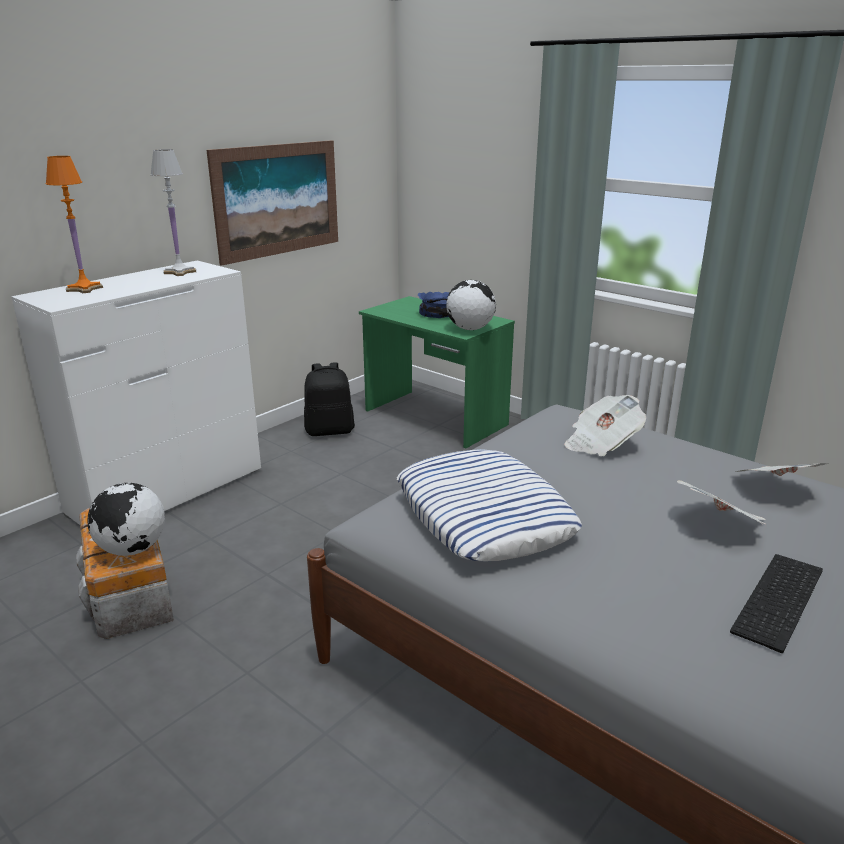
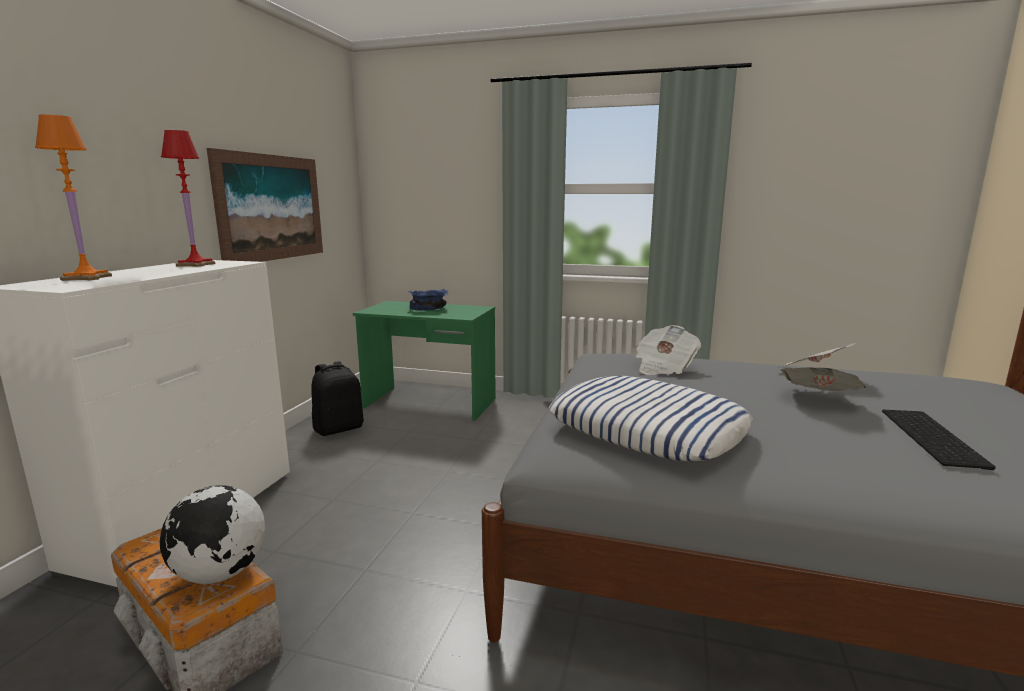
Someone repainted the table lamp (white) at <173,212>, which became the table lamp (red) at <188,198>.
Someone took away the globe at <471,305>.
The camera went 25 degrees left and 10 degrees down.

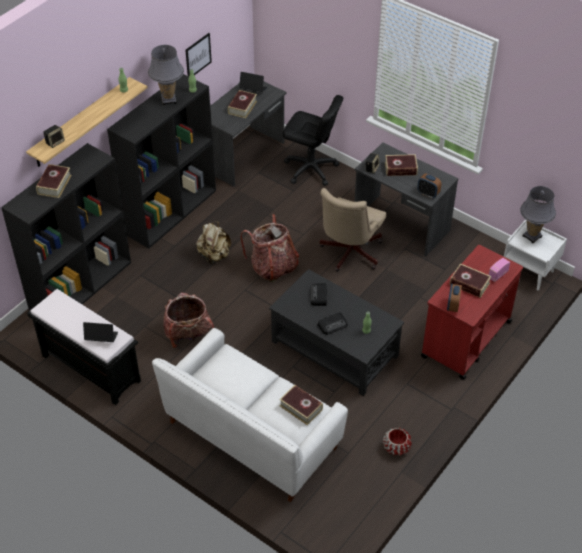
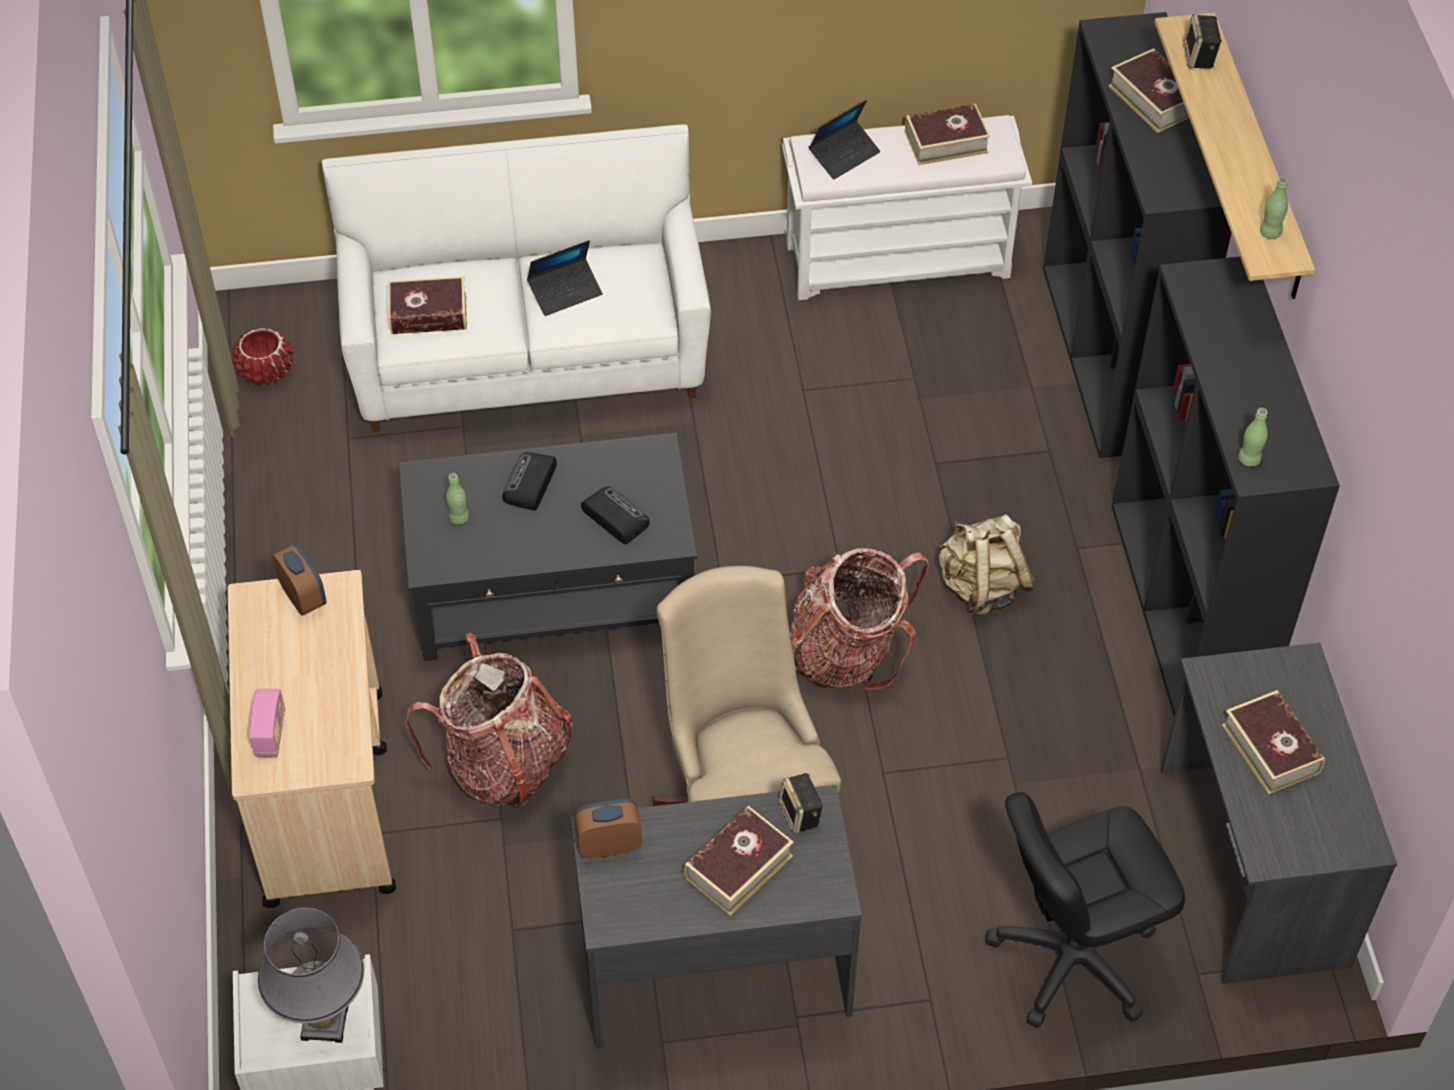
Someone took away the picture at <198,54>.
Someone took away the table lamp (grey) at <166,75>.
Someone carried the laptop from <253,82> to <565,278>.
Someone repainted the cart (red) at <472,312>, which became the cart (beige) at <312,739>.
Someone carried the book from <470,280> to <947,134>.
Someone repainted the bench (black) at <84,347>, which became the bench (white) at <907,207>.
Someone carried the backpack from <188,320> to <489,720>.
Someone carried the planter (red) from <397,441> to <263,356>.
The camera went 135 degrees right and 5 degrees up.

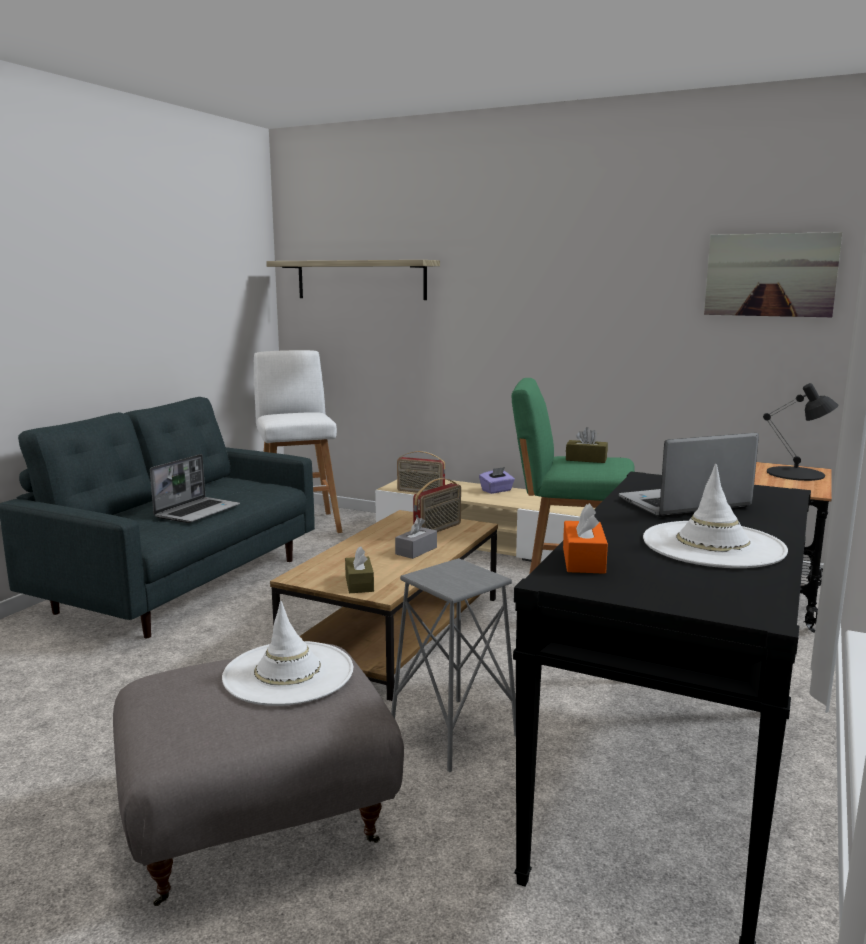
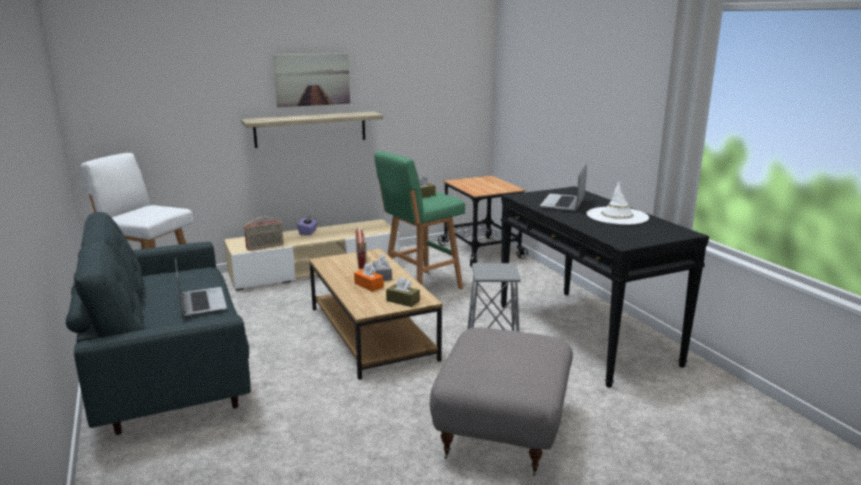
Someone carried the picture from <773,274> to <311,80>.
Someone carried the shelf from <353,280> to <312,129>.
Someone took away the table lamp (black) at <801,432>.
Someone carried the tissue box (orange) from <585,538> to <369,277>.
Someone took away the hat (white) at <288,653>.
The camera went 50 degrees left and 5 degrees up.

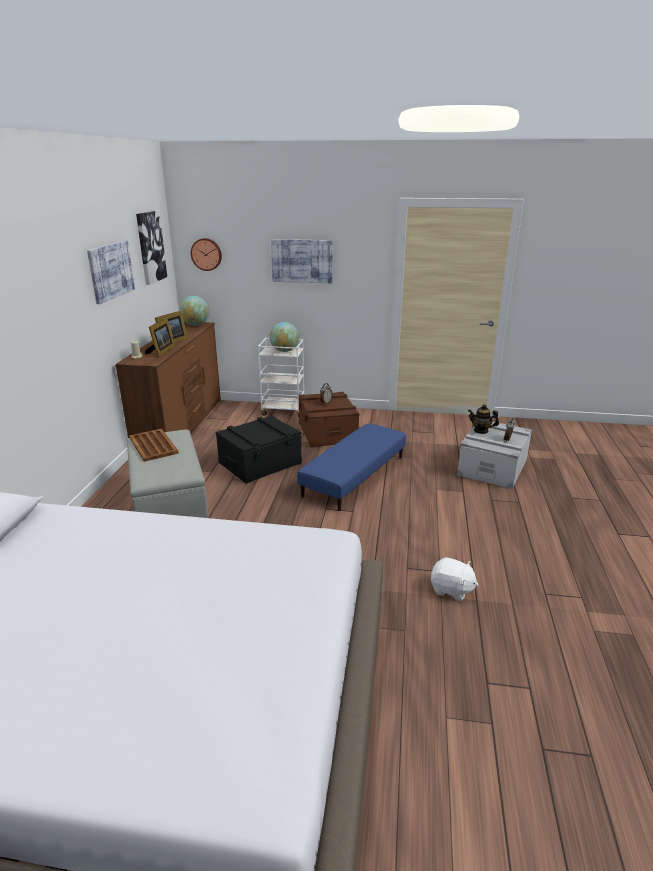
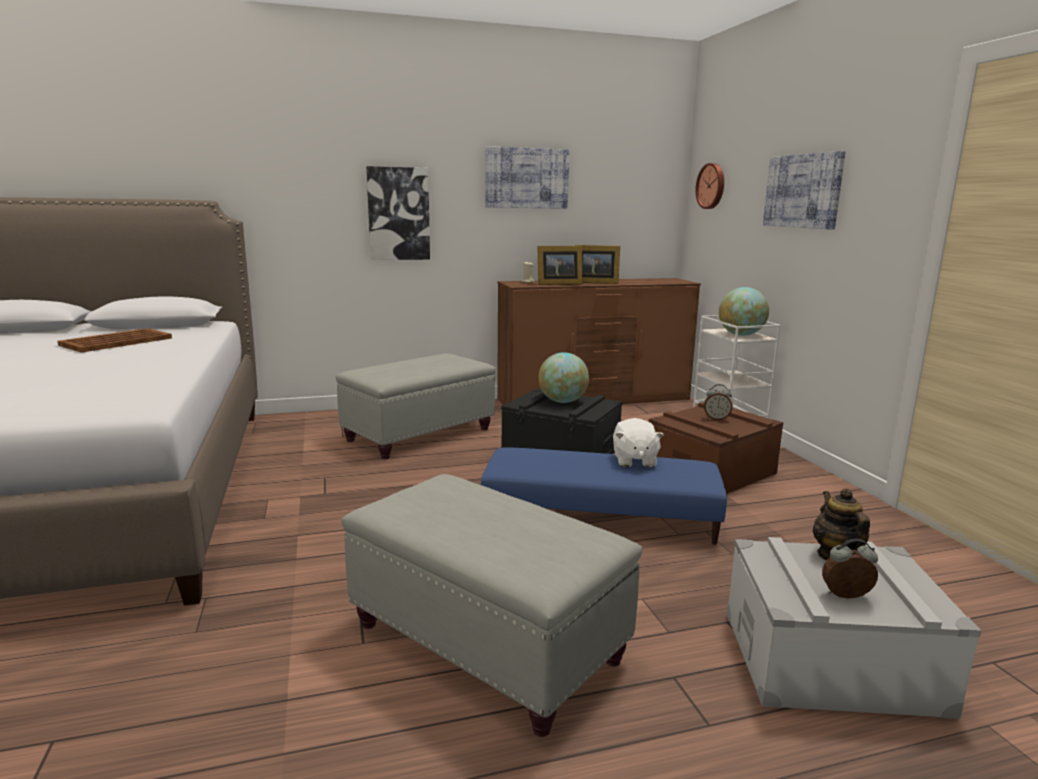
Someone carried the picture from <151,248> to <398,213>.
Someone carried the globe from <195,311> to <563,377>.
Someone carried the tray (brown) from <154,445> to <114,340>.
Someone carried the plush toy (white) from <455,579> to <638,443>.
Someone put down the ottoman (grey) at <491,605>.
The camera went 65 degrees right and 10 degrees down.

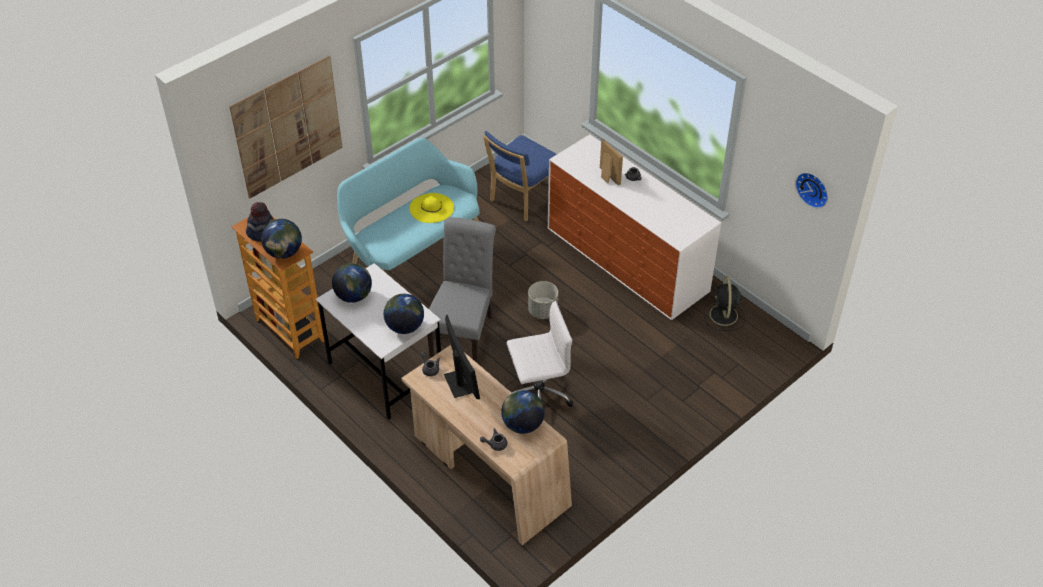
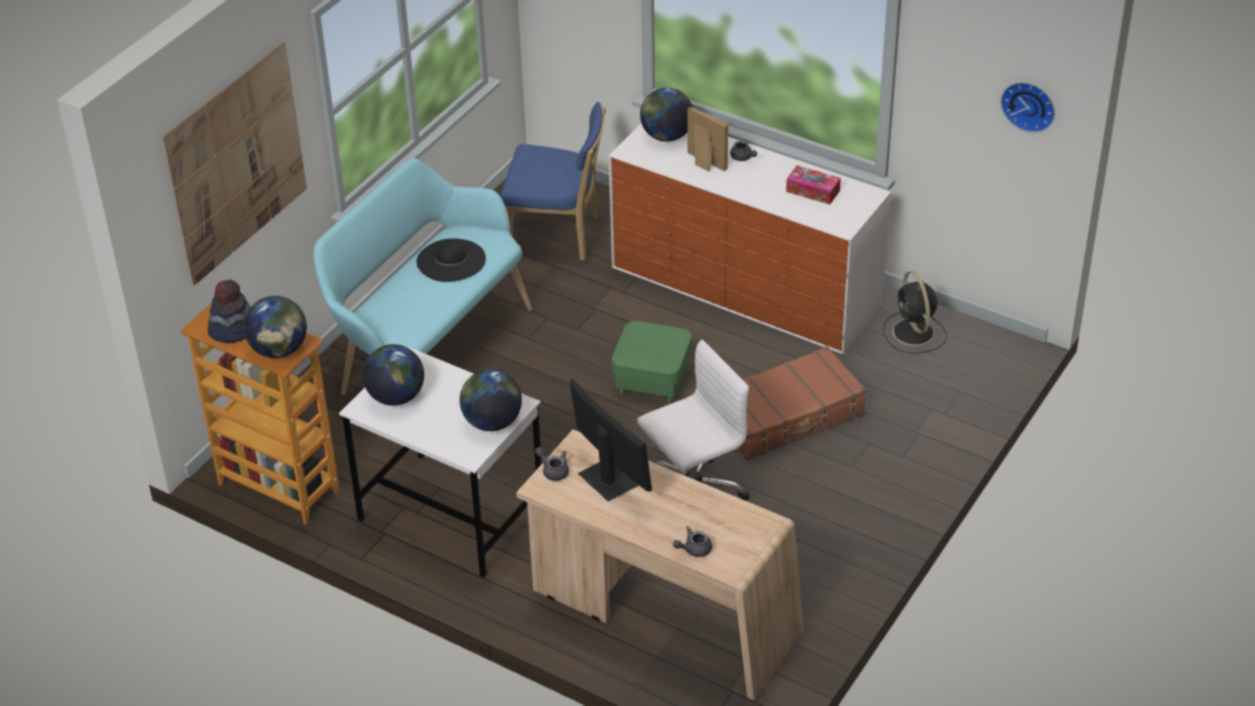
Someone rotated the chair (blue) at <520,176> by 105 degrees counterclockwise.
Someone repainted the hat (yellow) at <431,208>, which became the hat (black) at <451,260>.
Someone took away the chair (grey) at <461,290>.
Someone swapped the planter (grey) at <543,300> for the ottoman (green) at <652,362>.
Someone carried the globe from <523,412> to <666,115>.
Someone put down the tissue box at <813,185>.
Someone put down the suitcase (brown) at <801,403>.
The camera went 15 degrees left and 5 degrees down.

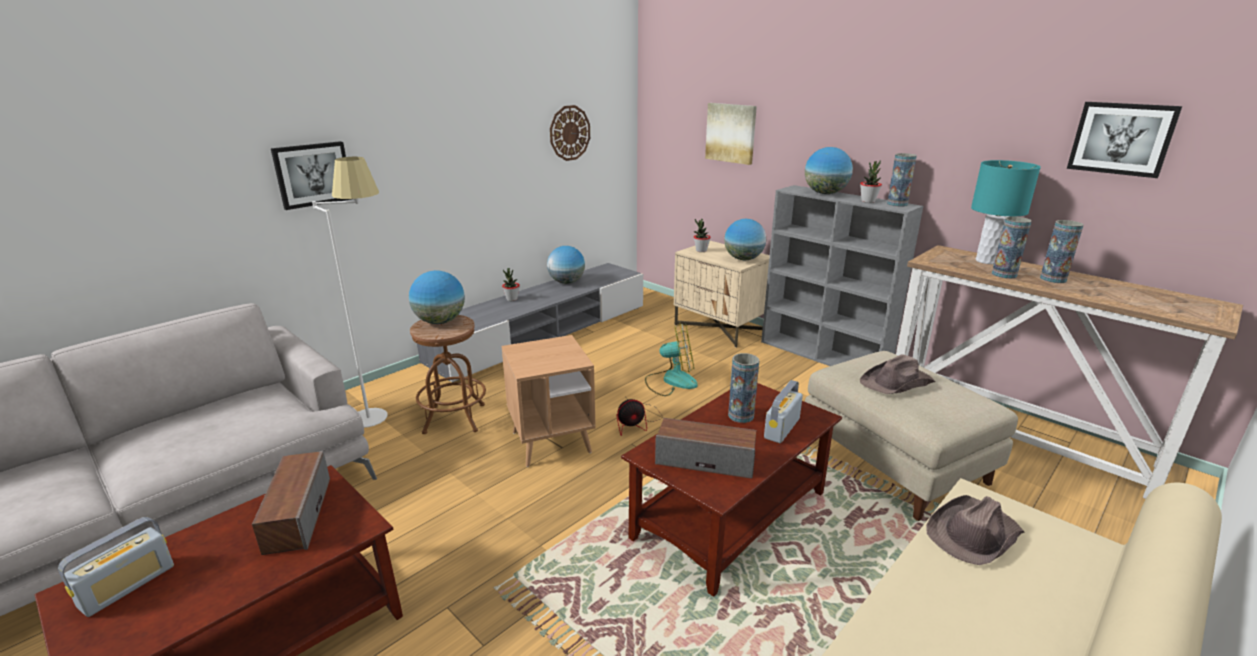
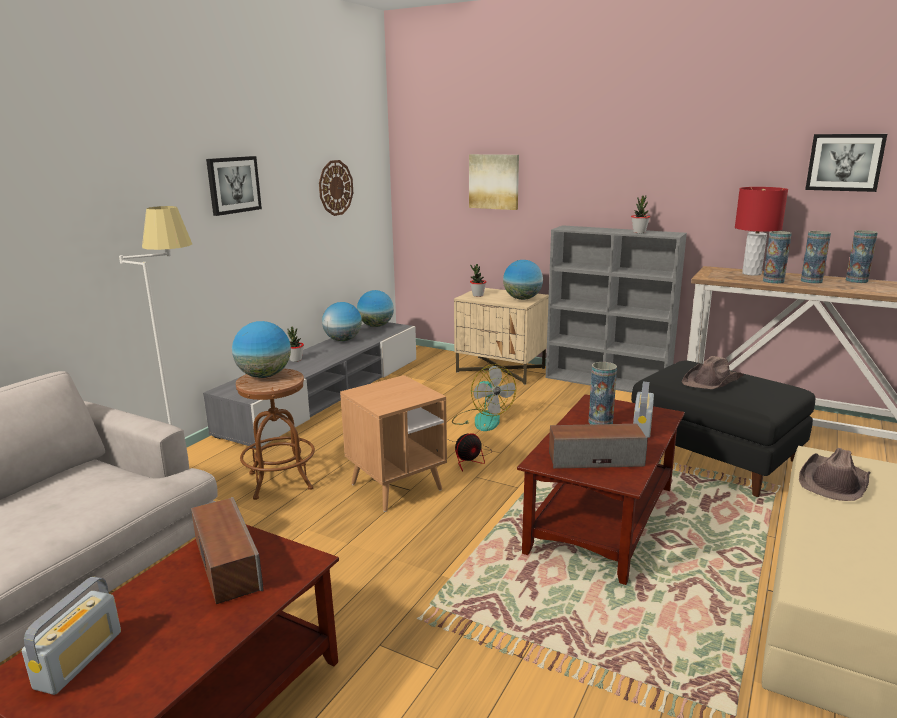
Someone carried the picture from <311,175> to <234,186>.
Someone carried the globe from <829,170> to <375,308>.
Someone carried the vase from <902,180> to <862,256>.
Someone repainted the table lamp (turquoise) at <1006,212>, which became the table lamp (red) at <761,231>.
Someone rotated the fan at <671,360> by 75 degrees clockwise.
Someone repainted the ottoman (beige) at <911,436>, which became the ottoman (black) at <723,428>.
The camera went 15 degrees left and 5 degrees down.

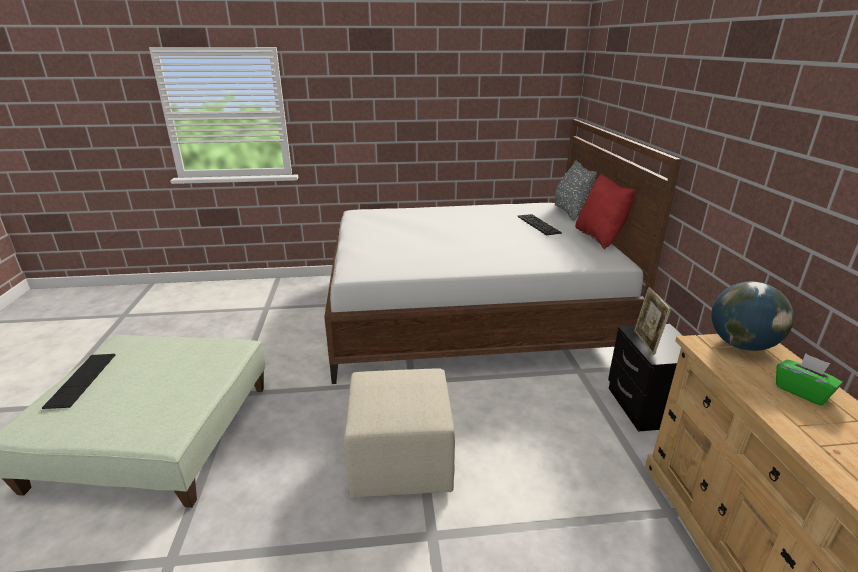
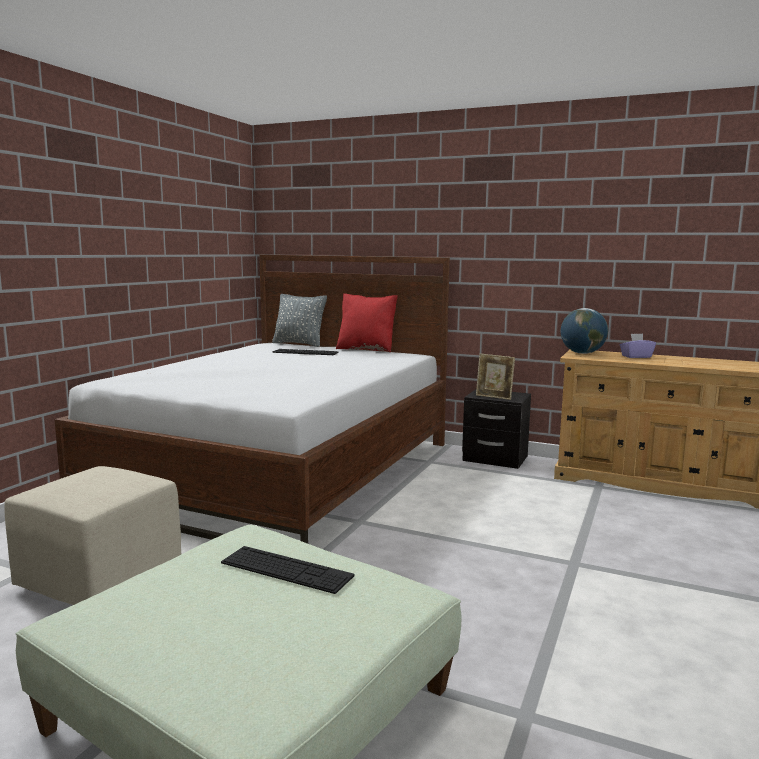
Someone repainted the tissue box (green) at <809,379>, which became the tissue box (purple) at <638,346>.
Someone carried the keyboard from <78,381> to <287,570>.
Someone carried the ottoman (beige) from <399,433> to <92,535>.
The camera went 60 degrees left and 15 degrees down.

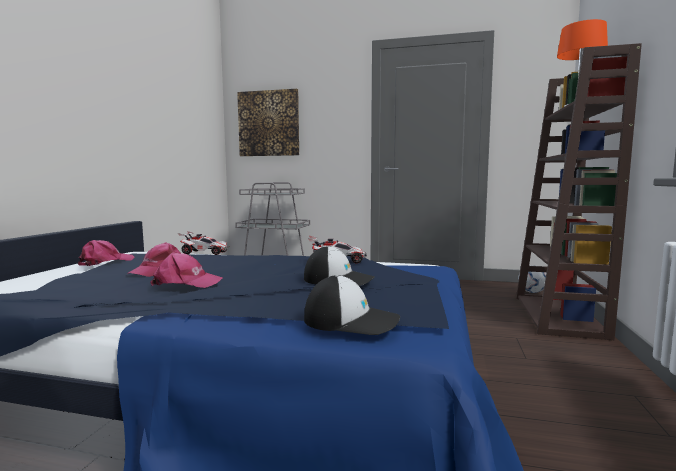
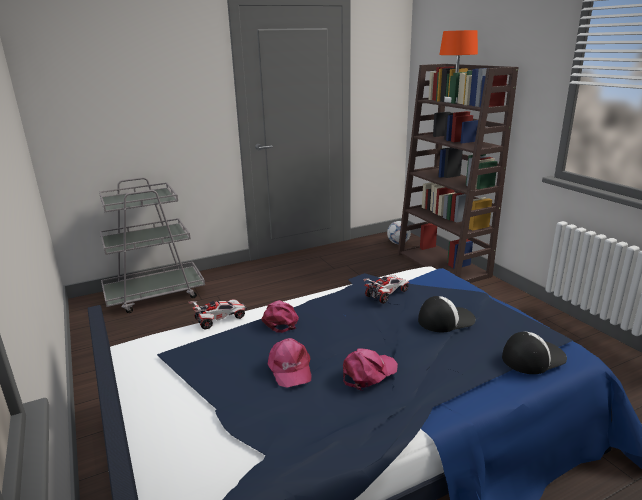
Someone took away the picture at <268,122>.
Someone carried the cap (pink) from <106,253> to <280,316>.
The camera went 40 degrees left and 15 degrees up.

